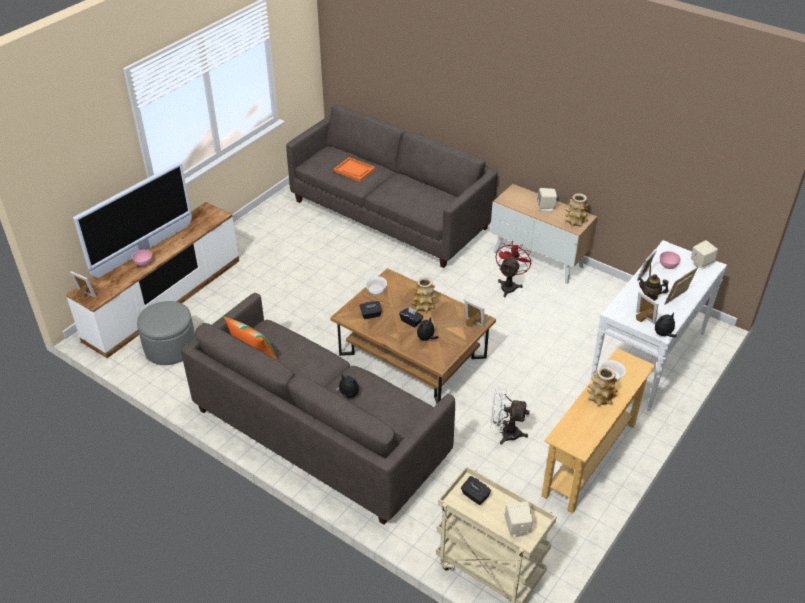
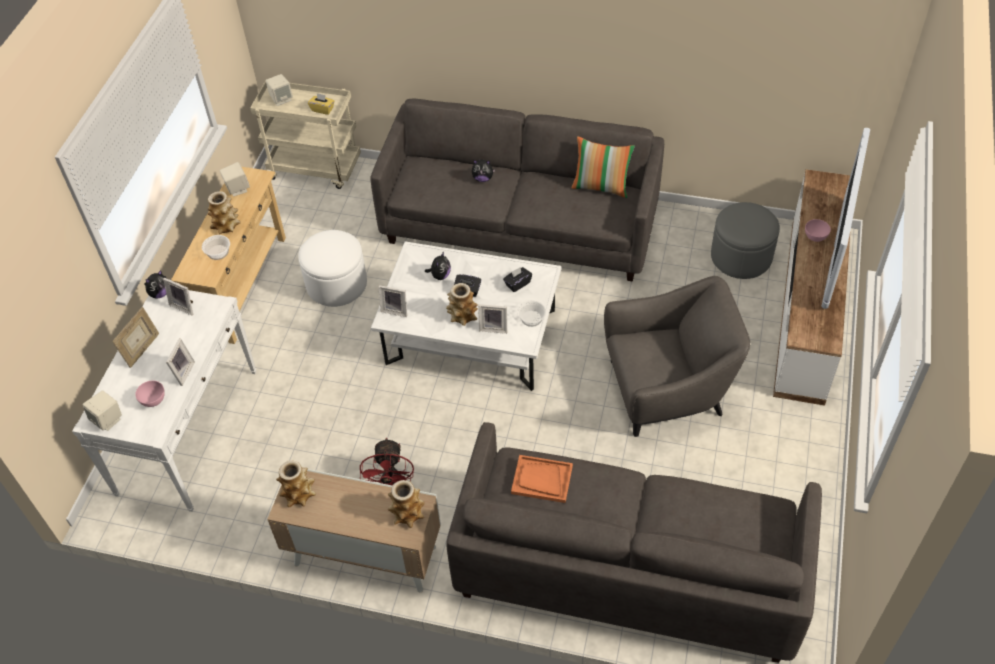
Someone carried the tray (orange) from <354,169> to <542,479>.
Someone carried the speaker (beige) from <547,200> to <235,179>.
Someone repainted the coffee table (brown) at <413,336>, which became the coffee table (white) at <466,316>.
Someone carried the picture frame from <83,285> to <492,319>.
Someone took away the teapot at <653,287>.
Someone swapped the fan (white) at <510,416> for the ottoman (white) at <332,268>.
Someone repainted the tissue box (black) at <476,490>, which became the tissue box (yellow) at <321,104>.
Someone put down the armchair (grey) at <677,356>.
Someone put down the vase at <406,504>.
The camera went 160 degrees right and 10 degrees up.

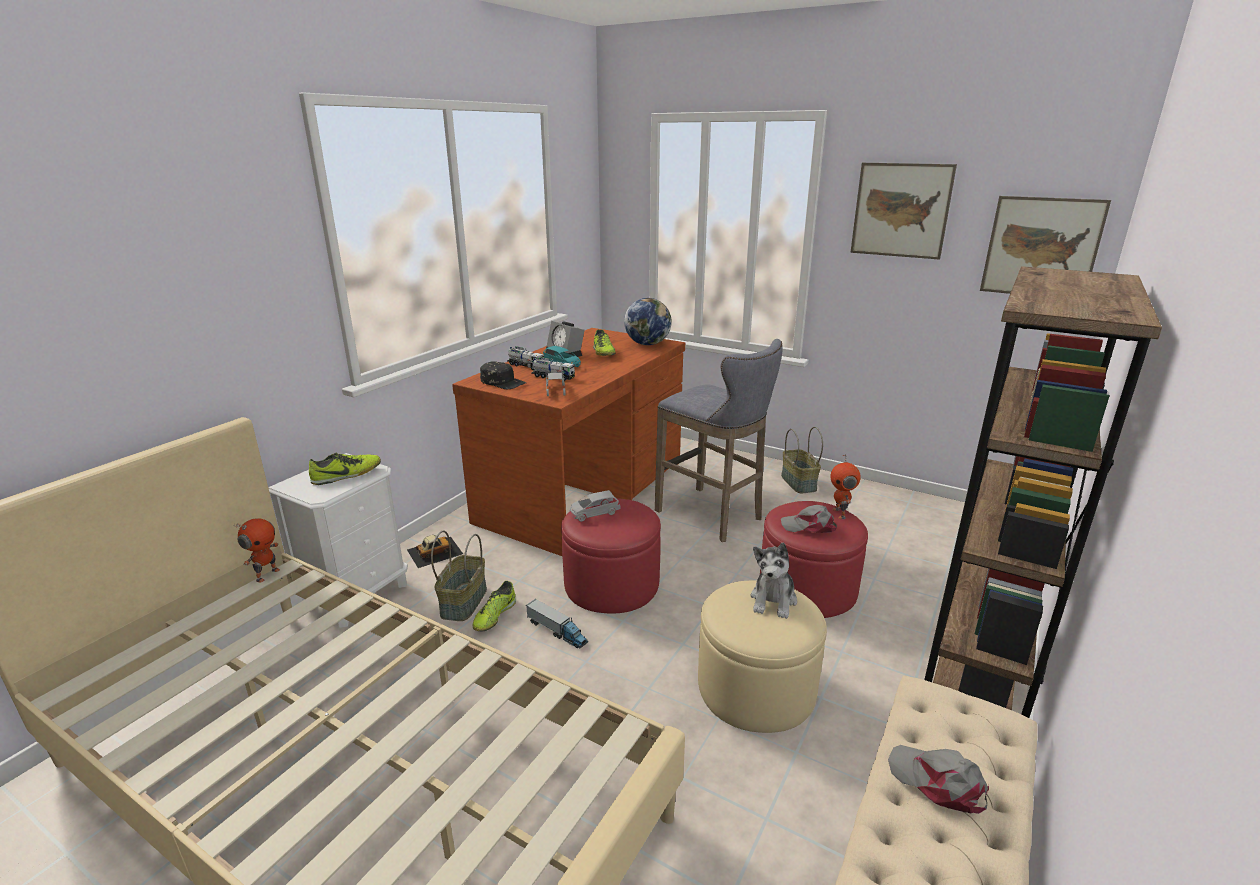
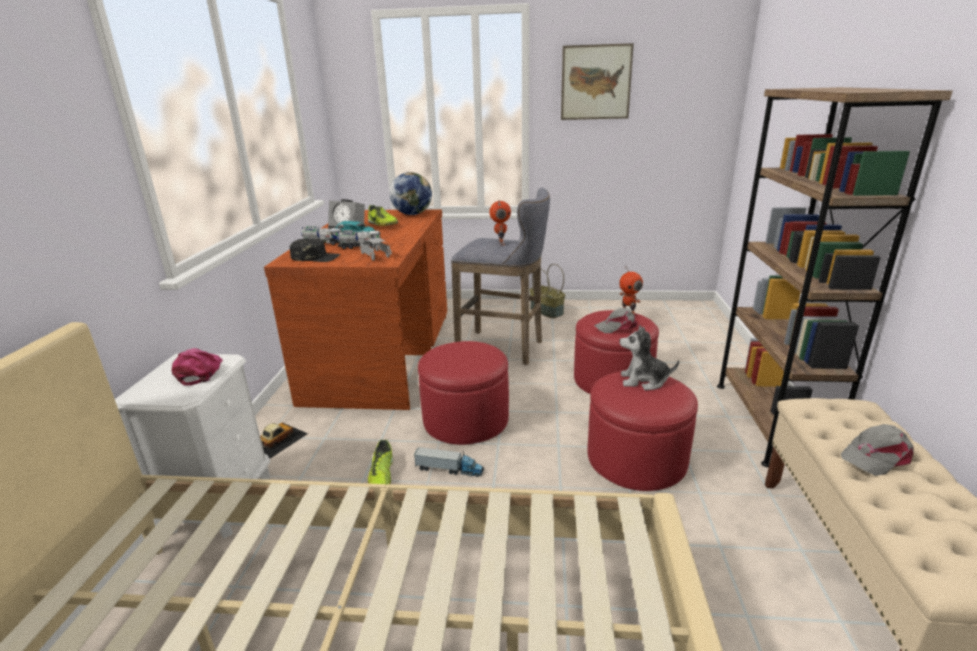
Someone took away the picture at <1045,245>.
Someone swapped the shoe at <345,469> for the cap (pink) at <197,367>.
Someone took away the toy car (grey) at <595,506>.
Someone carried the toy robot from <257,550> to <500,222>.
Someone took away the basket at <459,576>.
Someone rotated the plush toy at <774,581> by 105 degrees clockwise.
Someone repainted the ottoman (beige) at <762,657>, which became the ottoman (red) at <643,431>.
Someone rotated the cap (grey) at <938,779> by 45 degrees counterclockwise.
The camera went 25 degrees left and 0 degrees up.

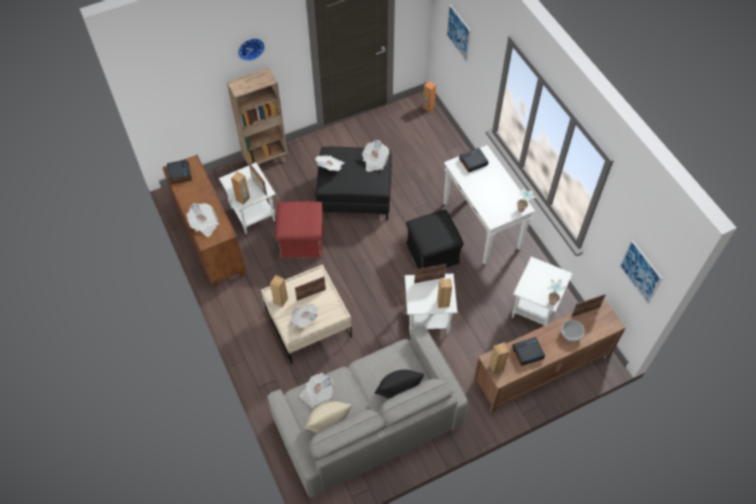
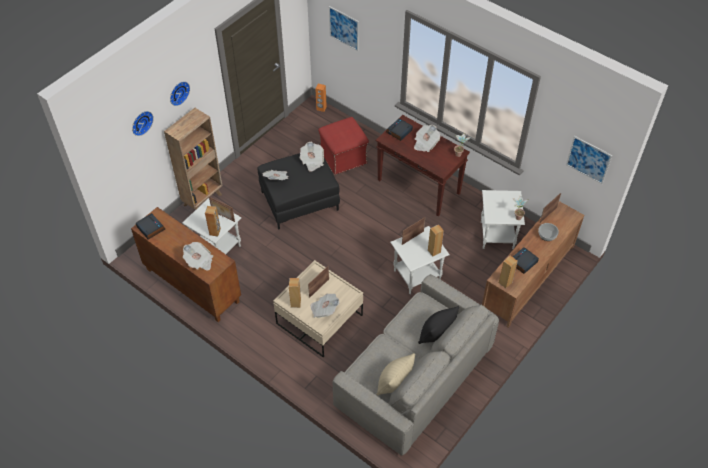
Someone repainted the console table (white) at <489,205>, which became the console table (brown) at <423,165>.
Someone carried the ottoman (red) from <299,230> to <343,146>.
Someone took away the ottoman (black) at <435,239>.
Someone carried the newspaper from <316,390> to <427,138>.
Someone put up the wall clock at <142,123>.
The camera went 25 degrees left and 5 degrees down.

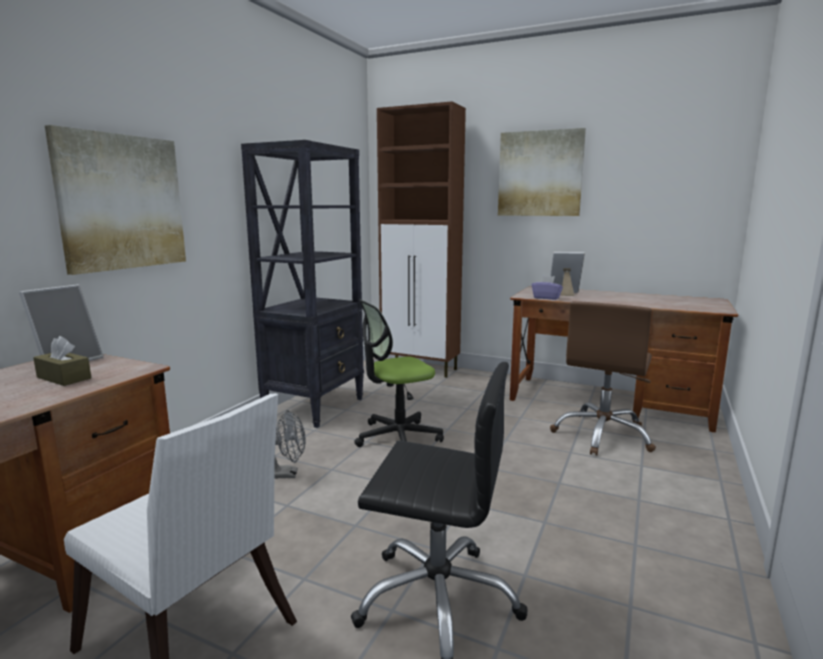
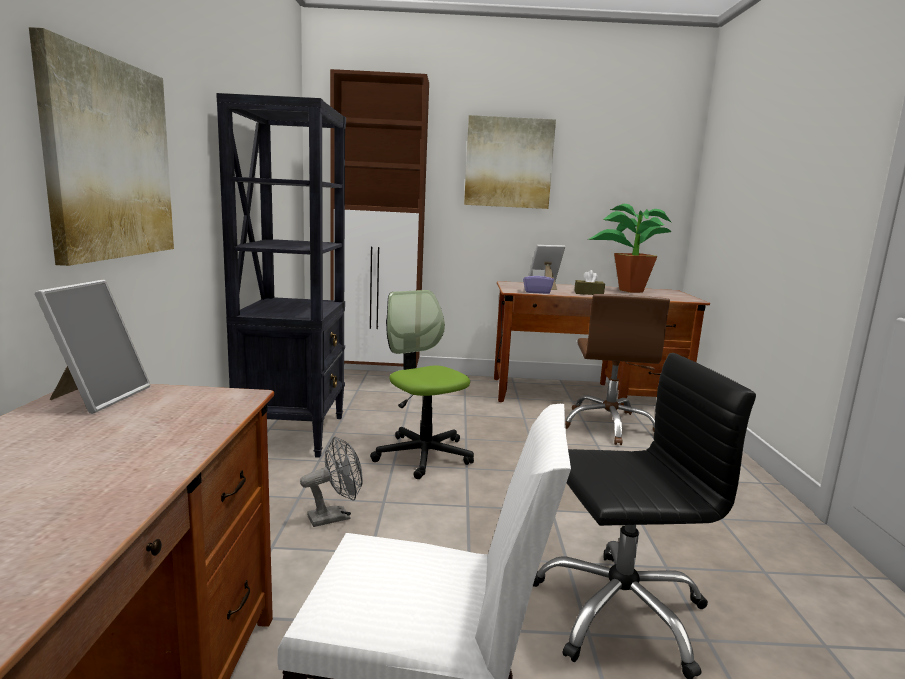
Someone rotated the office chair at <399,373> by 105 degrees clockwise.
Someone carried the tissue box (brown) from <62,361> to <589,282>.
Someone put down the potted plant at <630,248>.
The camera went 25 degrees left and 0 degrees up.

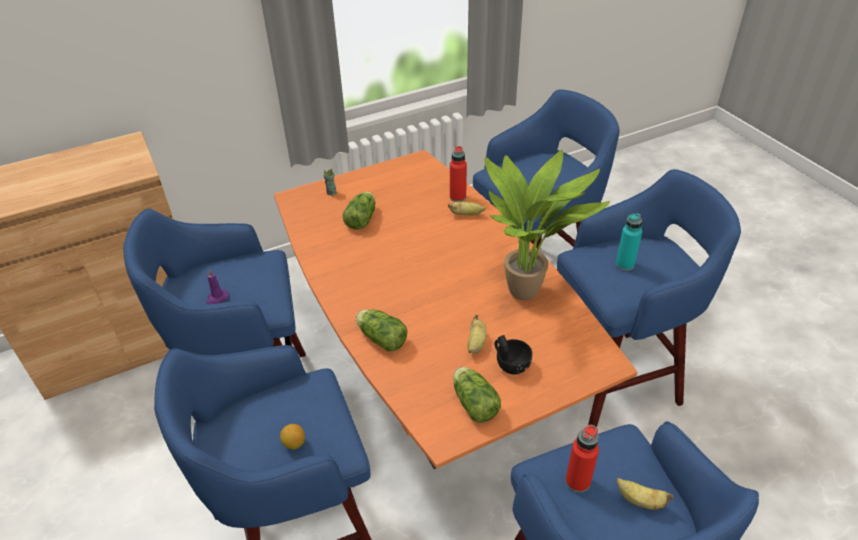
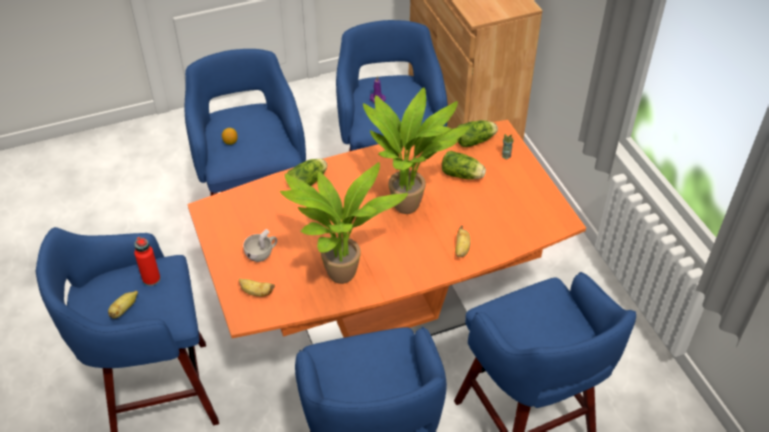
Someone took away the bottle (red) at <458,174>.
Someone took away the bottle (turquoise) at <629,242>.
Someone carried the banana from <477,334> to <257,287>.
Someone repainted the cup (black) at <513,355>, which became the cup (white) at <260,245>.
Someone carried the lettuce from <477,395> to <477,133>.
Someone put down the potted plant at <416,150>.
The camera went 95 degrees right and 5 degrees up.

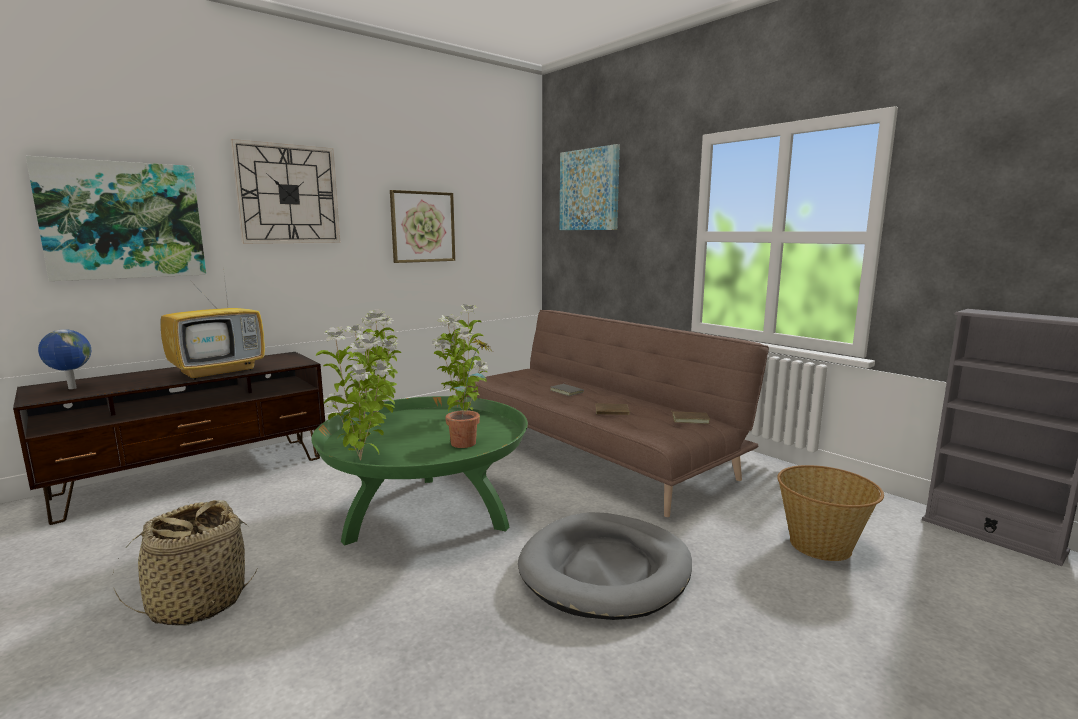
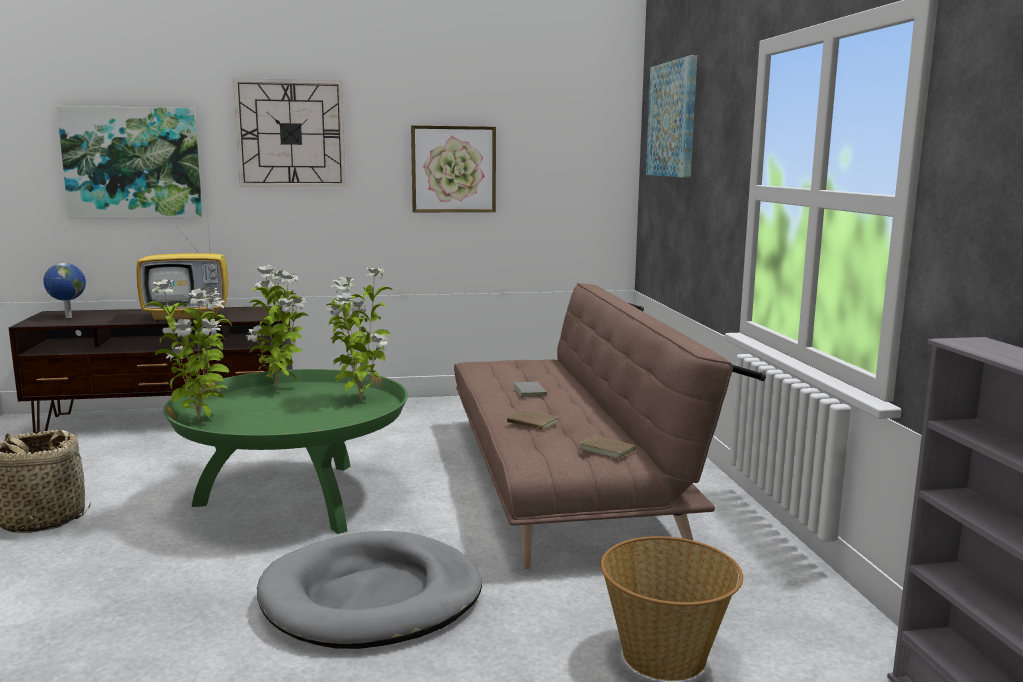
Someone took away the potted plant at <468,393>.
The camera went 30 degrees right and 0 degrees up.

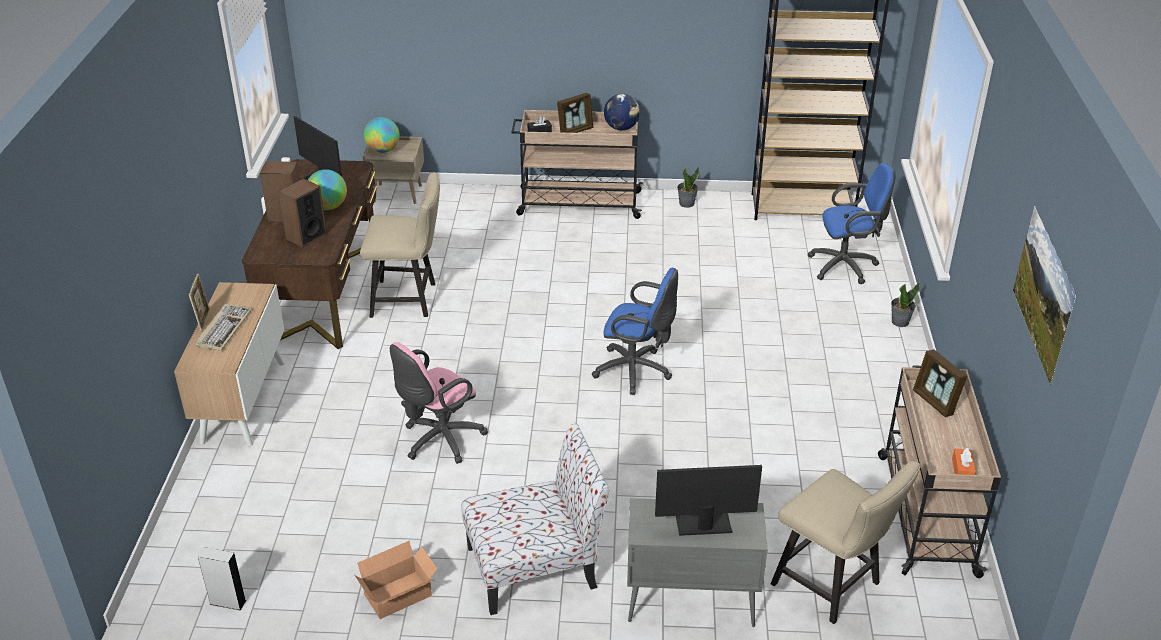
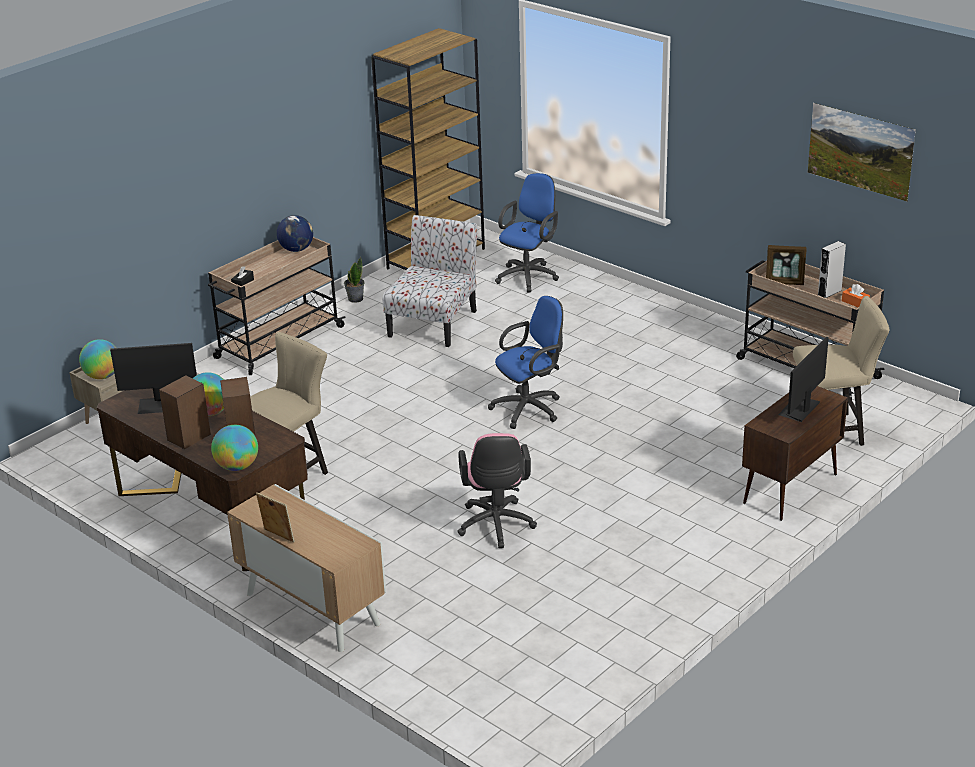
Someone took away the picture frame at <575,113>.
Someone took away the potted plant at <905,304>.
Someone took away the keyboard at <223,327>.
Someone carried the chair from <535,519> to <430,281>.
Someone repainted the cabinet (grey) at <697,562>, which became the cabinet (brown) at <795,453>.
Someone took away the cardboard box at <396,580>.
Someone carried the speaker (grey) from <222,579> to <832,269>.
Someone put down the globe at <234,448>.
The camera went 50 degrees left and 5 degrees down.

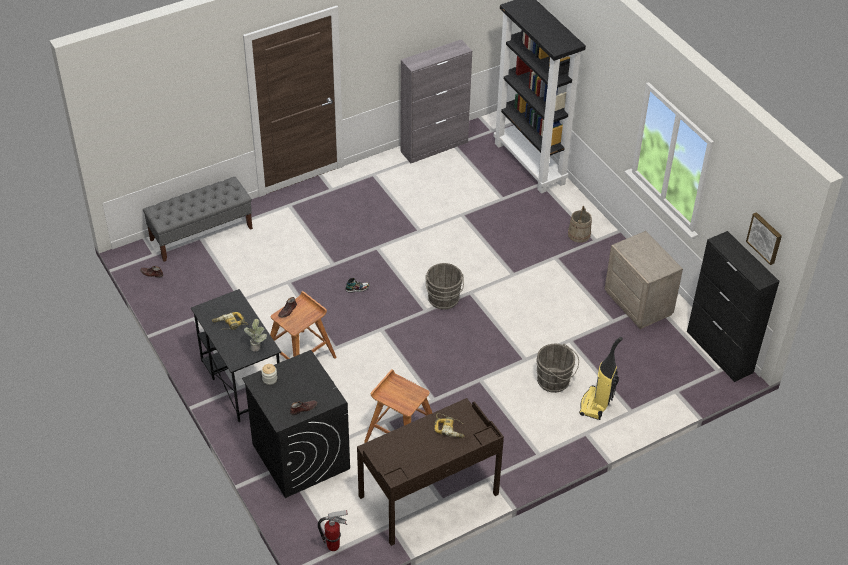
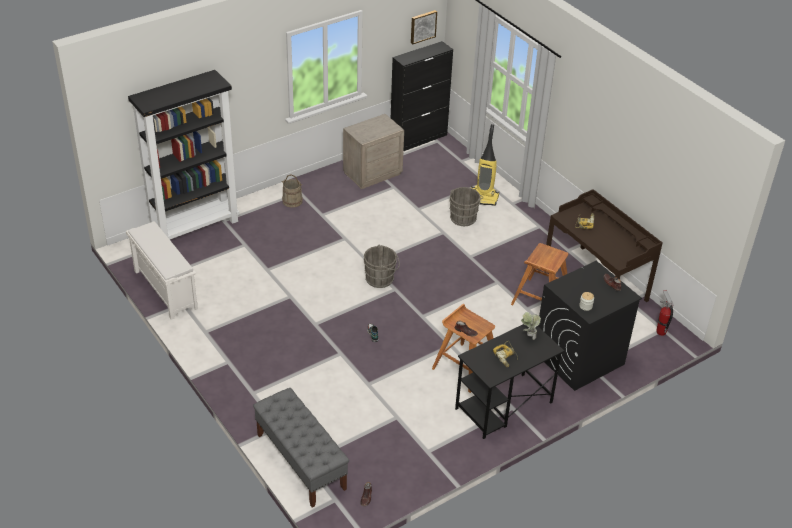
Someone swapped the cabinet (grey) at <436,101> for the shoe rack (white) at <162,270>.
The camera went 95 degrees left and 5 degrees down.

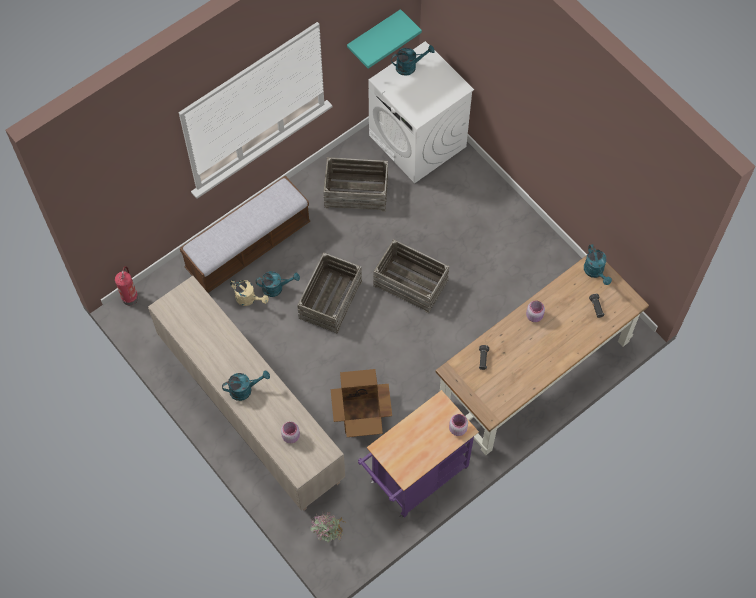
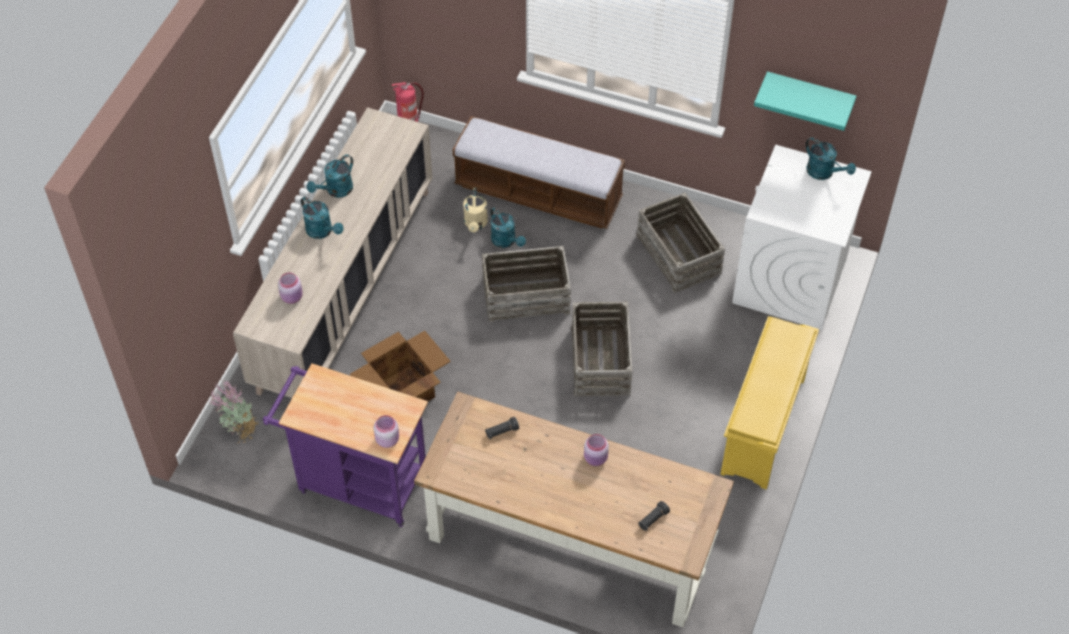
Someone carried the watering can (turquoise) from <598,264> to <330,176>.
Someone put down the shoe rack (yellow) at <769,403>.
The camera went 60 degrees right and 10 degrees down.

